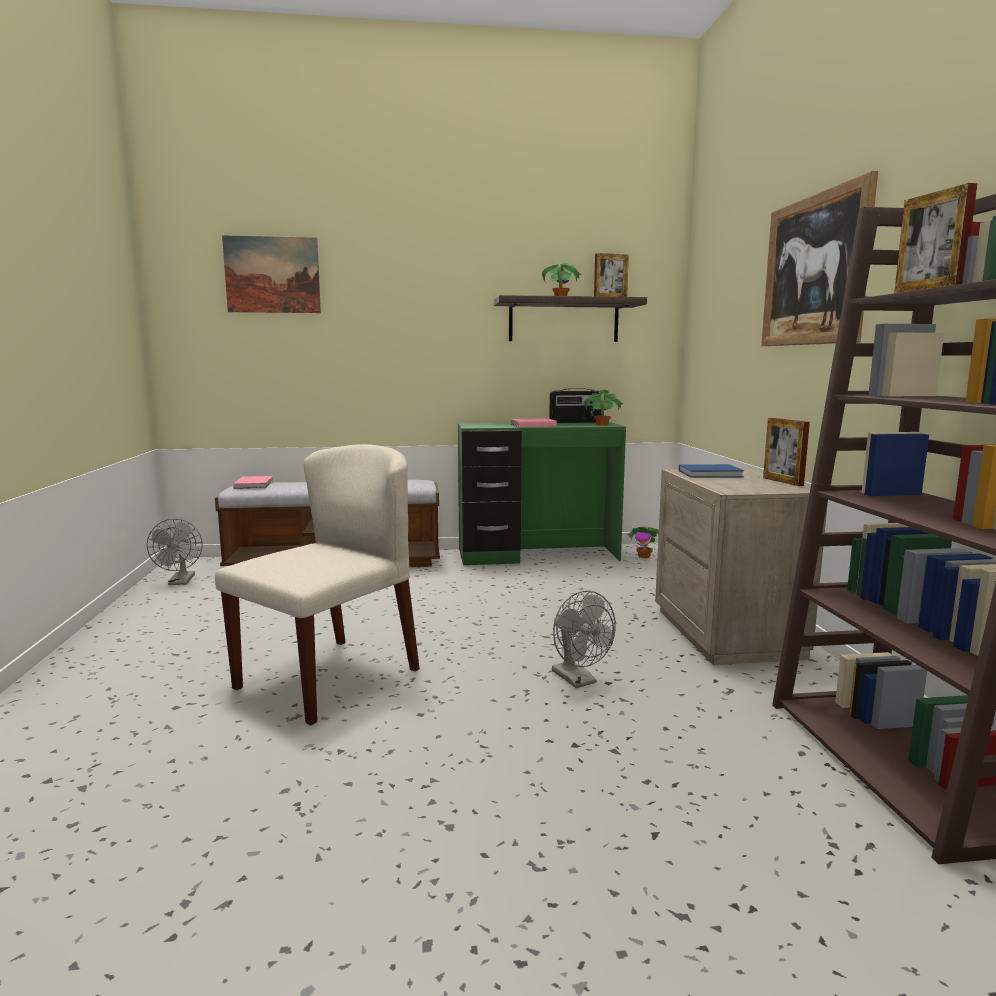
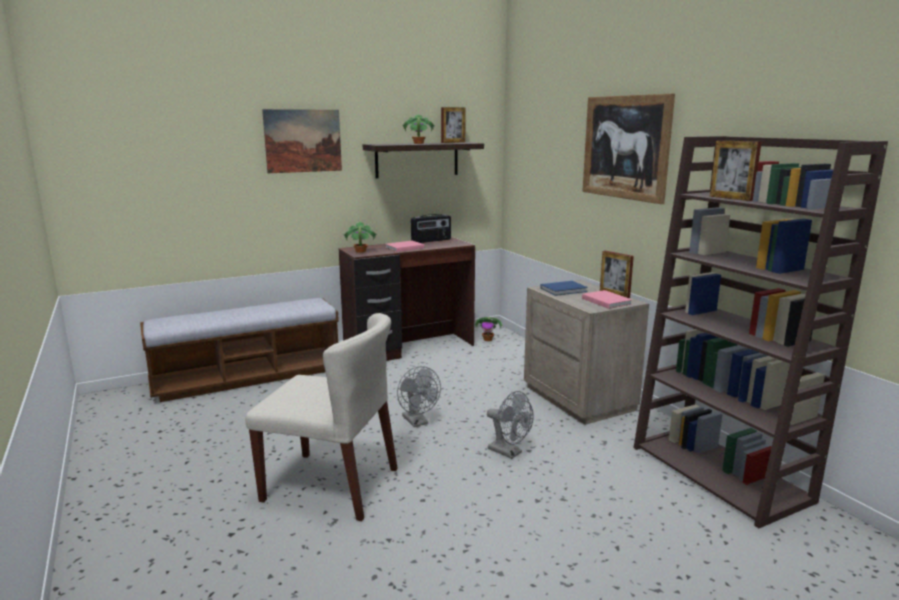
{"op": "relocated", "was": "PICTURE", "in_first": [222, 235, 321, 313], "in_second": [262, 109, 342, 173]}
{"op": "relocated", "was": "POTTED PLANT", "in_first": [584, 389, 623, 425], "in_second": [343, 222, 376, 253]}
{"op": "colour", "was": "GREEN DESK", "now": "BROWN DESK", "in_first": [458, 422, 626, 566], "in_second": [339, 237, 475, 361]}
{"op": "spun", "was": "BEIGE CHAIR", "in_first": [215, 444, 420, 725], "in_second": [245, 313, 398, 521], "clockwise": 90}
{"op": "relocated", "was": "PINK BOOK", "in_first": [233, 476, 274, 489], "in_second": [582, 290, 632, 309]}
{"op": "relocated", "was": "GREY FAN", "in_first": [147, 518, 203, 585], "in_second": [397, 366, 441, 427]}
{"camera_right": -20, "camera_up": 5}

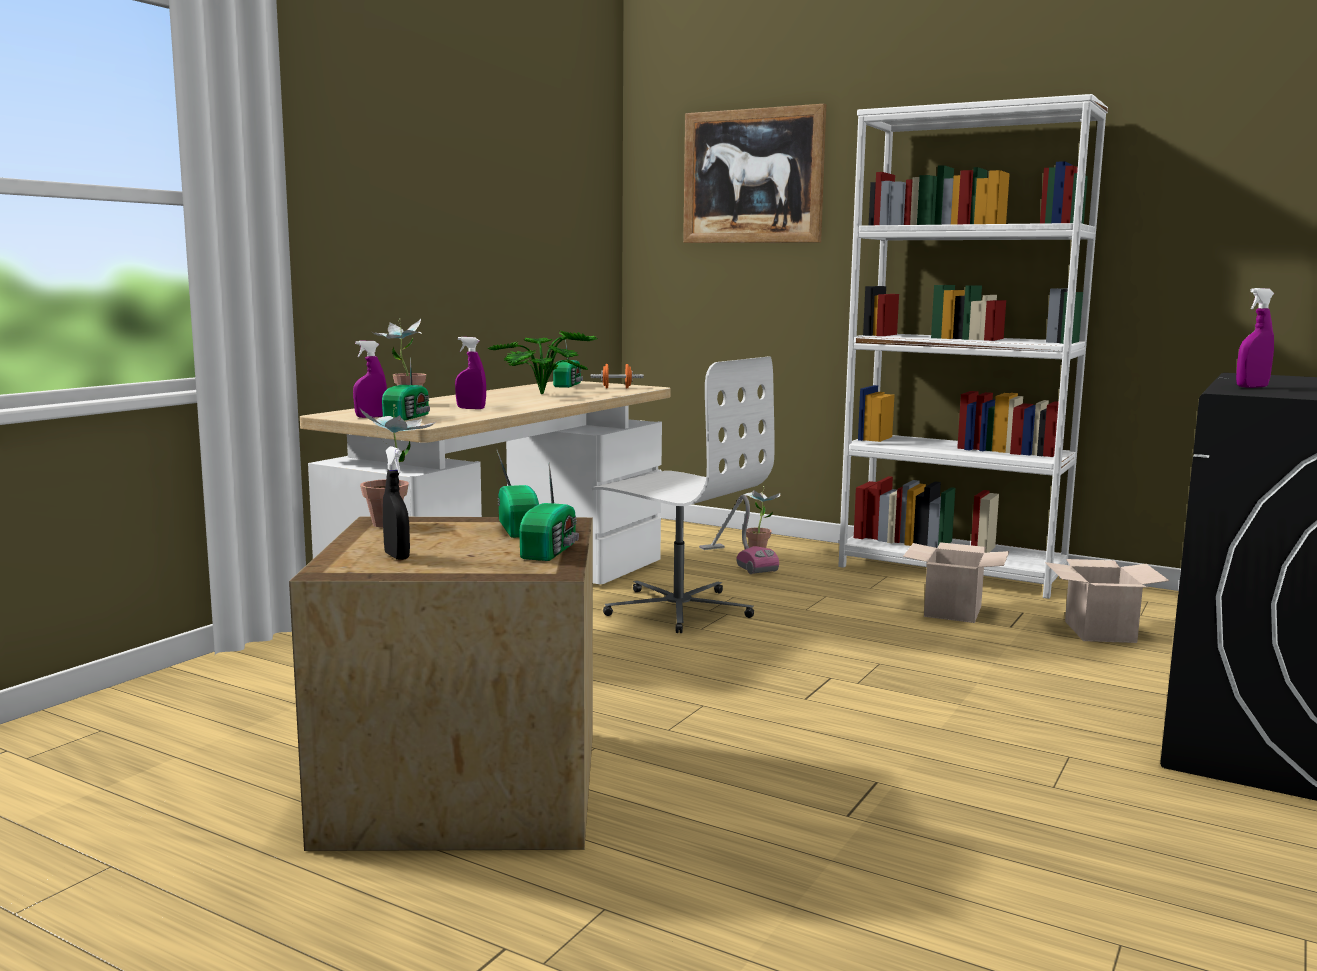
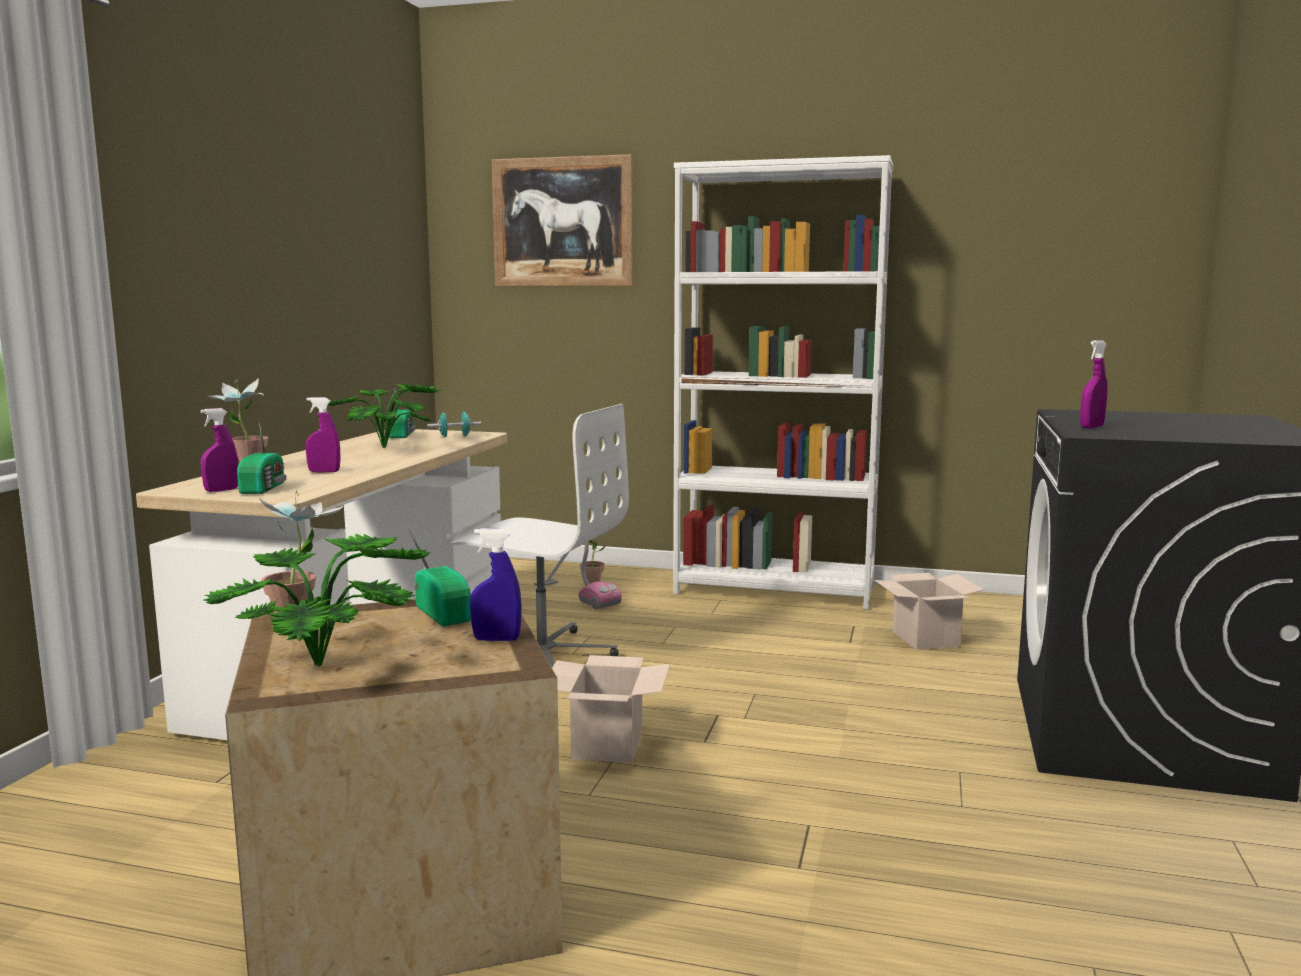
{"op": "colour", "was": "ORANGE DUMBBELL", "now": "TURQUOISE DUMBBELL", "in_first": [590, 364, 644, 388], "in_second": [427, 412, 481, 437]}
{"op": "exchanged", "was": "BLACK SPRAY BOTTLE", "now": "POTTED PLANT", "in_first": [383, 446, 410, 560], "in_second": [204, 534, 429, 667]}
{"op": "exchanged", "was": "RADIO", "now": "BLUE SPRAY BOTTLE", "in_first": [519, 463, 579, 561], "in_second": [470, 528, 521, 641]}
{"op": "relocated", "was": "CARDBOARD BOX", "in_first": [903, 542, 1009, 623], "in_second": [552, 655, 670, 763]}
{"camera_right": -15, "camera_up": 0}

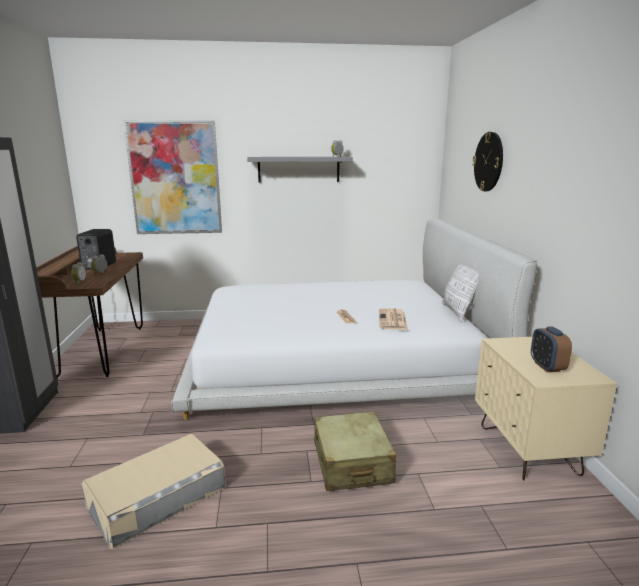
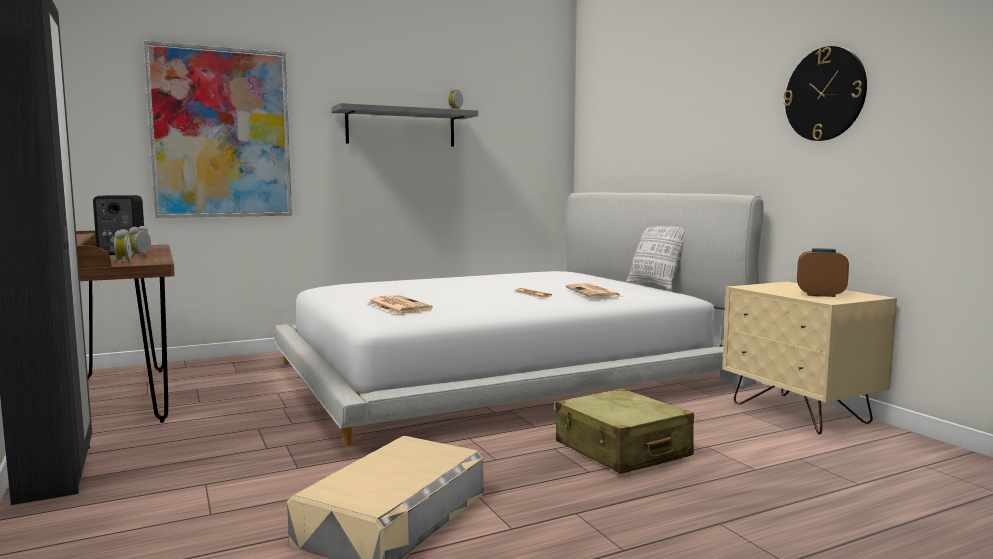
{"op": "relocated", "was": "WALL CLOCK", "in_first": [472, 132, 503, 191], "in_second": [783, 46, 867, 141]}
{"op": "spun", "was": "ALARM CLOCK", "in_first": [531, 326, 572, 372], "in_second": [797, 248, 849, 297], "clockwise": 135}
{"op": "appeared", "now": "NEWSPAPER", "in_second": [367, 295, 433, 314]}
{"camera_right": -20, "camera_up": -10}

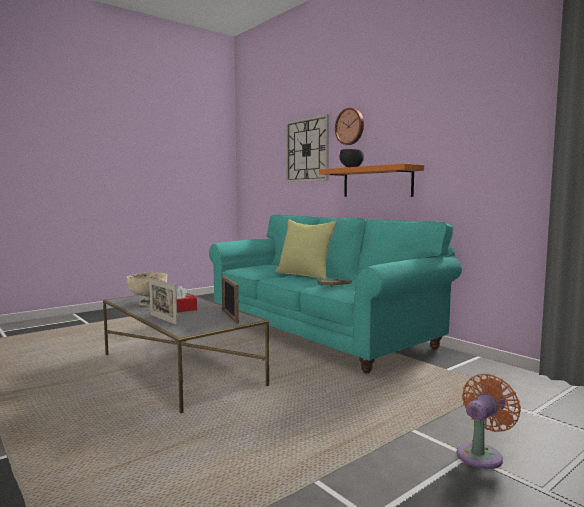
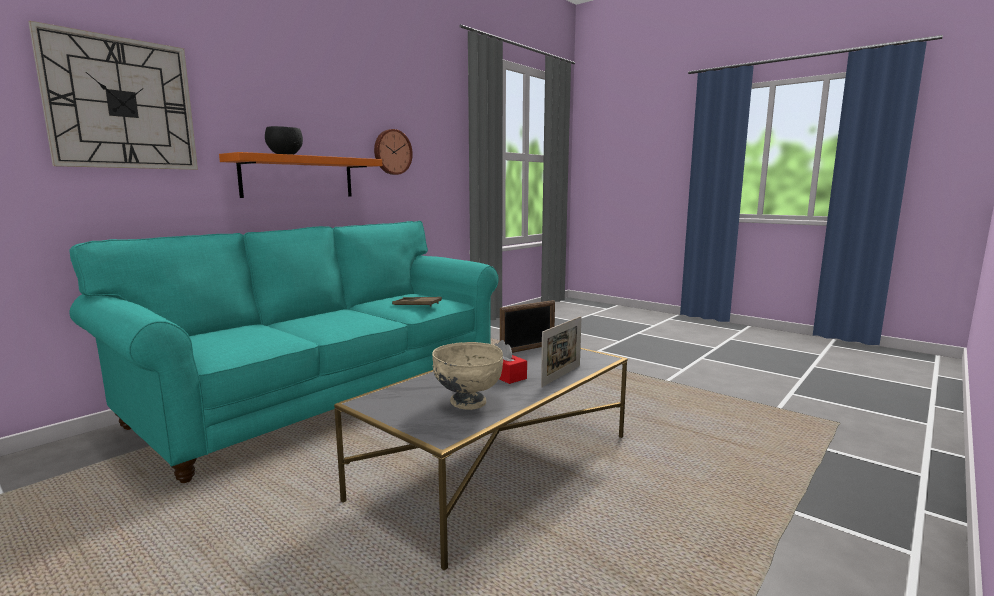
{"op": "relocated", "was": "WALL CLOCK", "in_first": [335, 108, 364, 145], "in_second": [374, 129, 413, 175]}
{"op": "missing", "was": "YELLOW PILLOW", "in_first": [275, 219, 337, 280]}
{"op": "missing", "was": "ORANGE FAN", "in_first": [457, 373, 521, 469]}
{"camera_right": -100, "camera_up": 5}

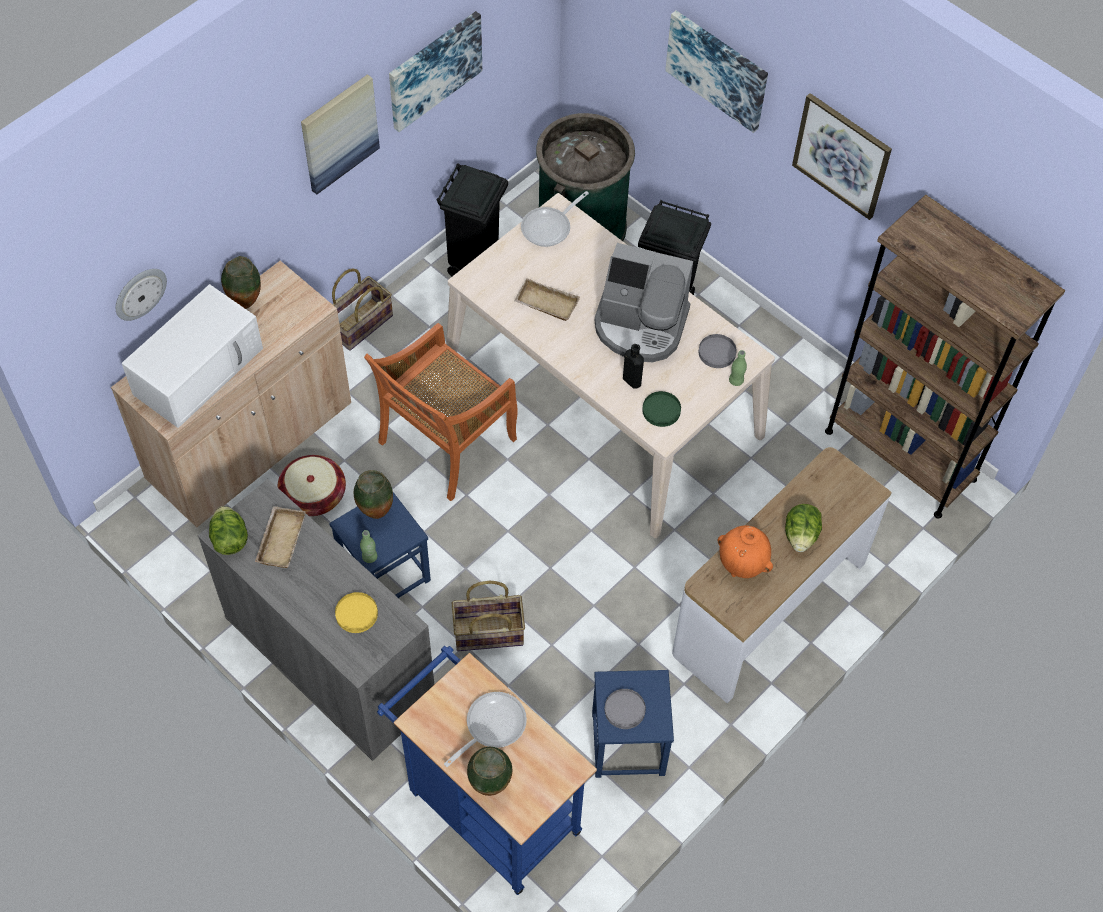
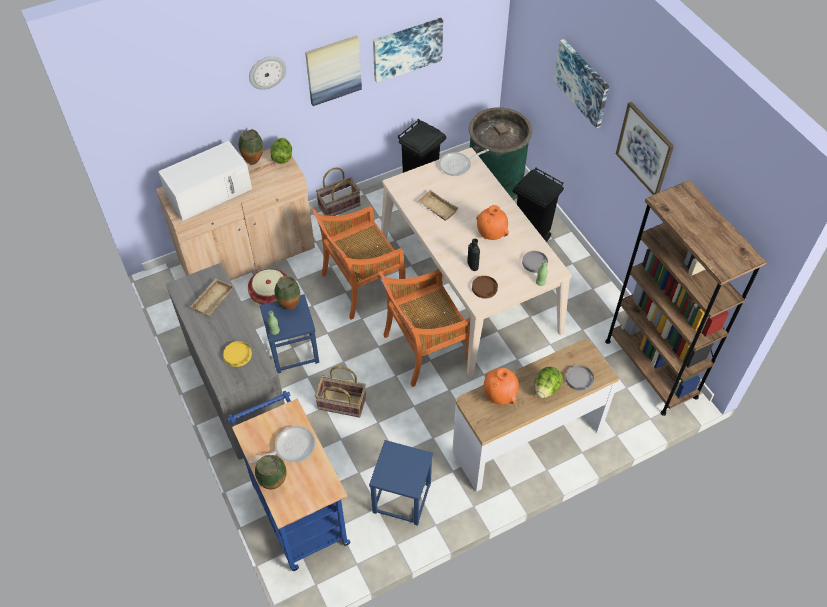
{"op": "exchanged", "was": "COFFEE MACHINE", "now": "ORANGE VASE", "in_first": [595, 243, 693, 362], "in_second": [476, 205, 509, 240]}
{"op": "relocated", "was": "WALL CLOCK", "in_first": [116, 269, 167, 321], "in_second": [249, 56, 286, 90]}
{"op": "colour", "was": "GREEN PLATE", "now": "BROWN PLATE", "in_first": [642, 391, 681, 427], "in_second": [472, 276, 498, 298]}
{"op": "relocated", "was": "LETTUCE", "in_first": [209, 506, 248, 555], "in_second": [270, 138, 292, 164]}
{"op": "relocated", "was": "GREY PLATE", "in_first": [605, 689, 646, 729], "in_second": [566, 365, 594, 391]}
{"op": "appeared", "now": "ORANGE CHAIR", "in_second": [378, 270, 470, 387]}
{"camera_right": 20, "camera_up": -5}

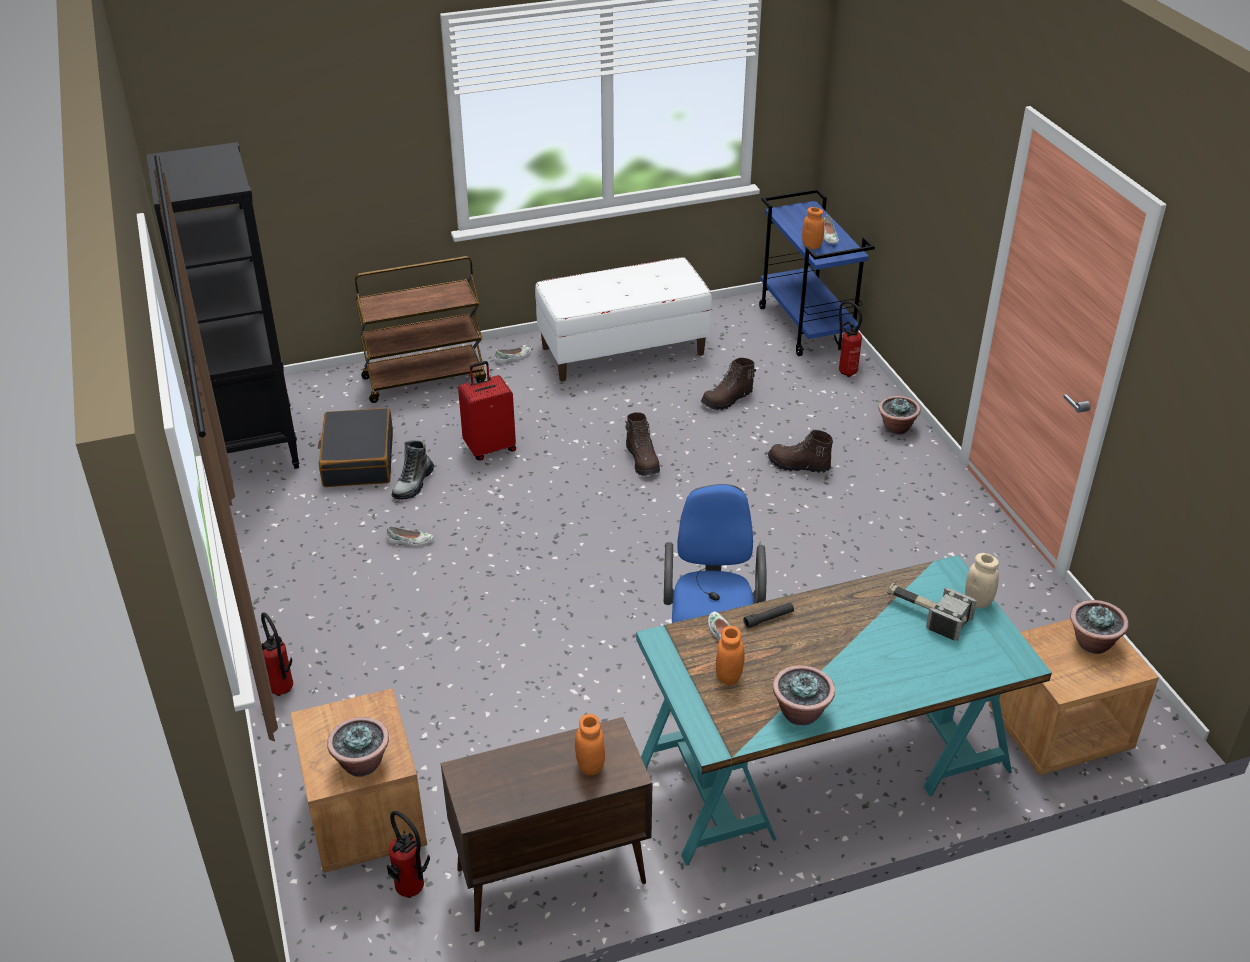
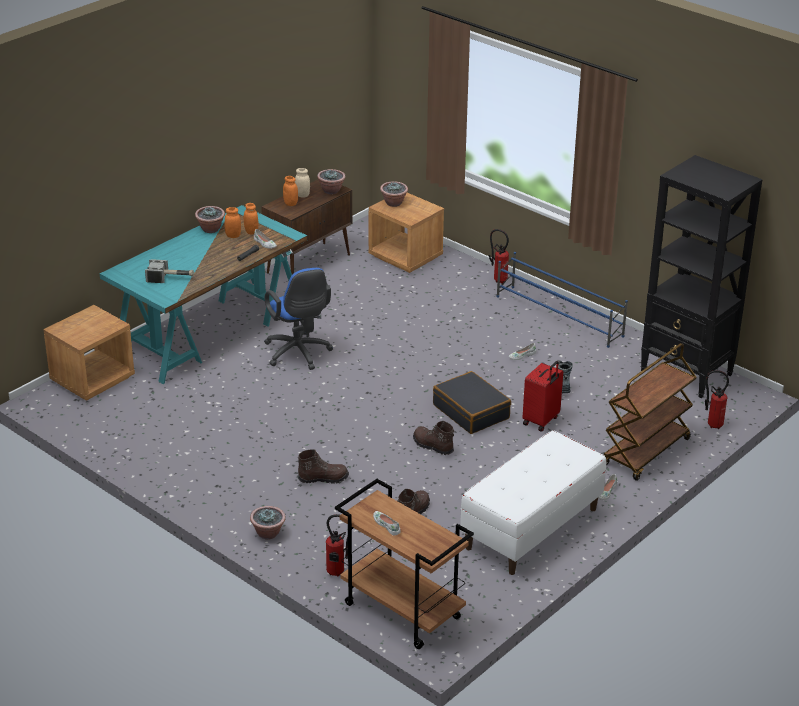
{"op": "colour", "was": "BLUE CART", "now": "BROWN CART", "in_first": [759, 189, 875, 356], "in_second": [335, 479, 474, 649]}
{"op": "relocated", "was": "ORANGE JAR", "in_first": [802, 207, 824, 249], "in_second": [224, 207, 241, 238]}
{"op": "relocated", "was": "BLACK SUITCASE", "in_first": [318, 408, 393, 487], "in_second": [433, 371, 511, 434]}
{"op": "relocated", "was": "BEIGE JAR", "in_first": [965, 553, 999, 608], "in_second": [295, 168, 310, 198]}
{"op": "relocated", "was": "POTTED PLANT", "in_first": [1070, 600, 1129, 654], "in_second": [317, 169, 346, 195]}
{"op": "relocated", "was": "FIRE EXTINGUISHER", "in_first": [387, 811, 430, 898], "in_second": [705, 370, 729, 429]}
{"op": "appeared", "now": "BLUE SHOE RACK", "in_second": [497, 252, 628, 348]}
{"camera_right": 150, "camera_up": -5}

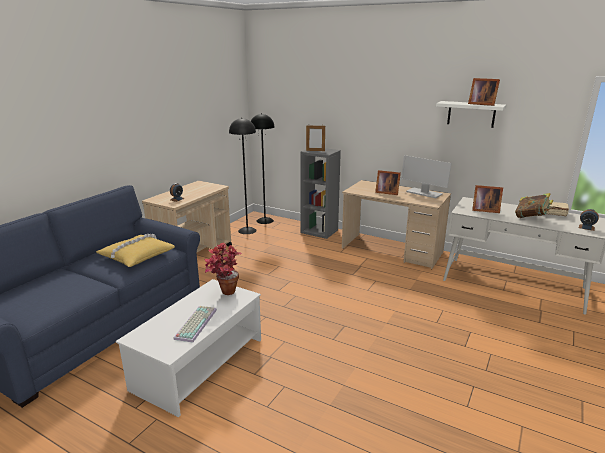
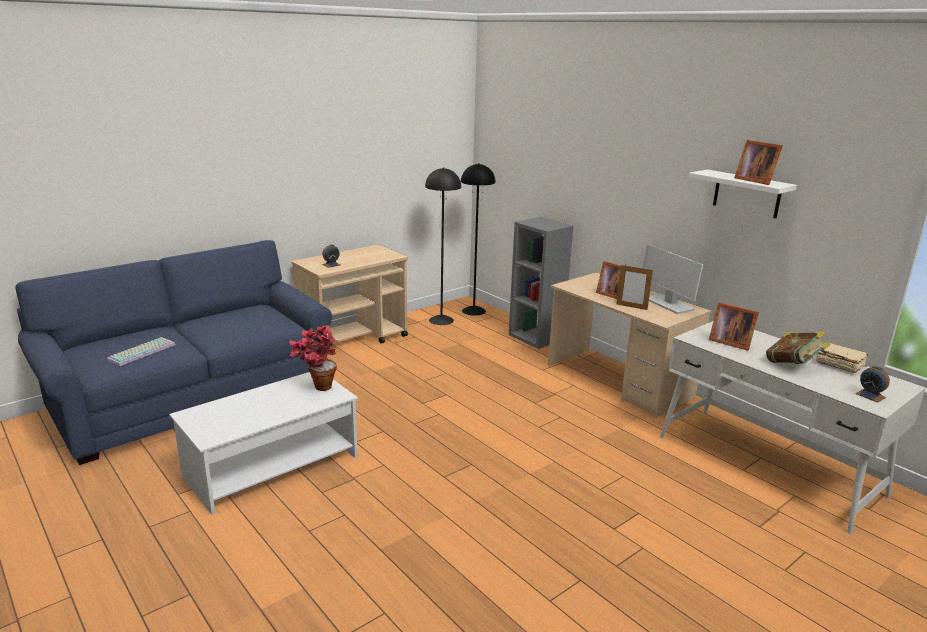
{"op": "relocated", "was": "PICTURE FRAME", "in_first": [306, 125, 325, 151], "in_second": [617, 265, 653, 310]}
{"op": "missing", "was": "YELLOW PILLOW", "in_first": [96, 234, 175, 267]}
{"op": "relocated", "was": "KEYBOARD", "in_first": [173, 306, 217, 343], "in_second": [107, 337, 176, 366]}
{"camera_right": 20, "camera_up": 0}

